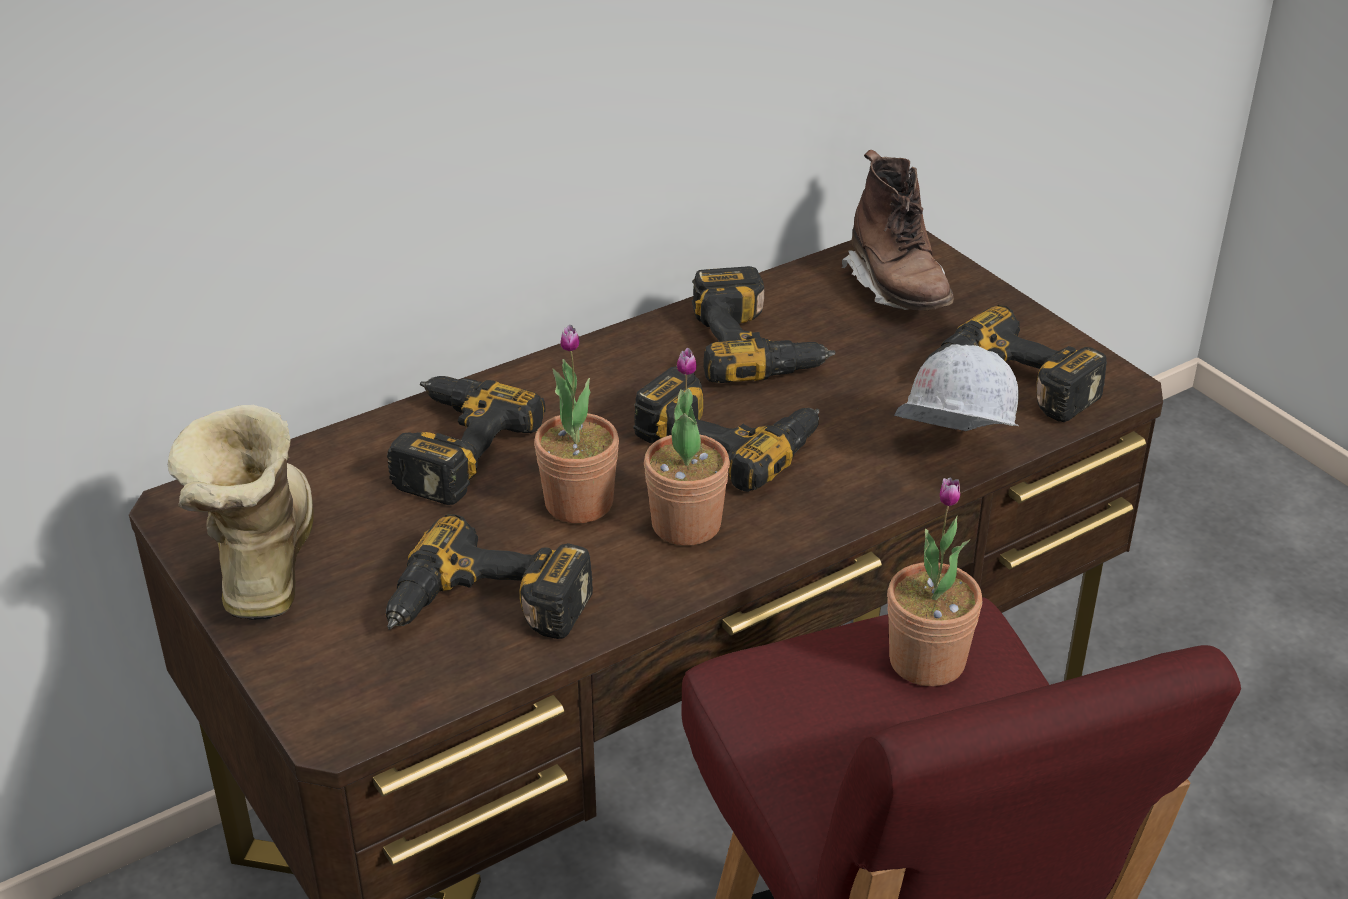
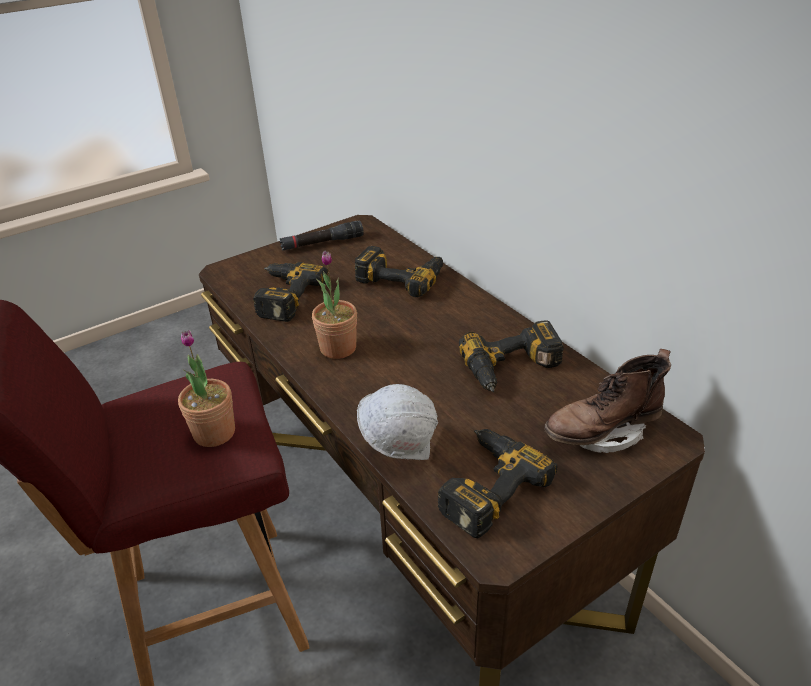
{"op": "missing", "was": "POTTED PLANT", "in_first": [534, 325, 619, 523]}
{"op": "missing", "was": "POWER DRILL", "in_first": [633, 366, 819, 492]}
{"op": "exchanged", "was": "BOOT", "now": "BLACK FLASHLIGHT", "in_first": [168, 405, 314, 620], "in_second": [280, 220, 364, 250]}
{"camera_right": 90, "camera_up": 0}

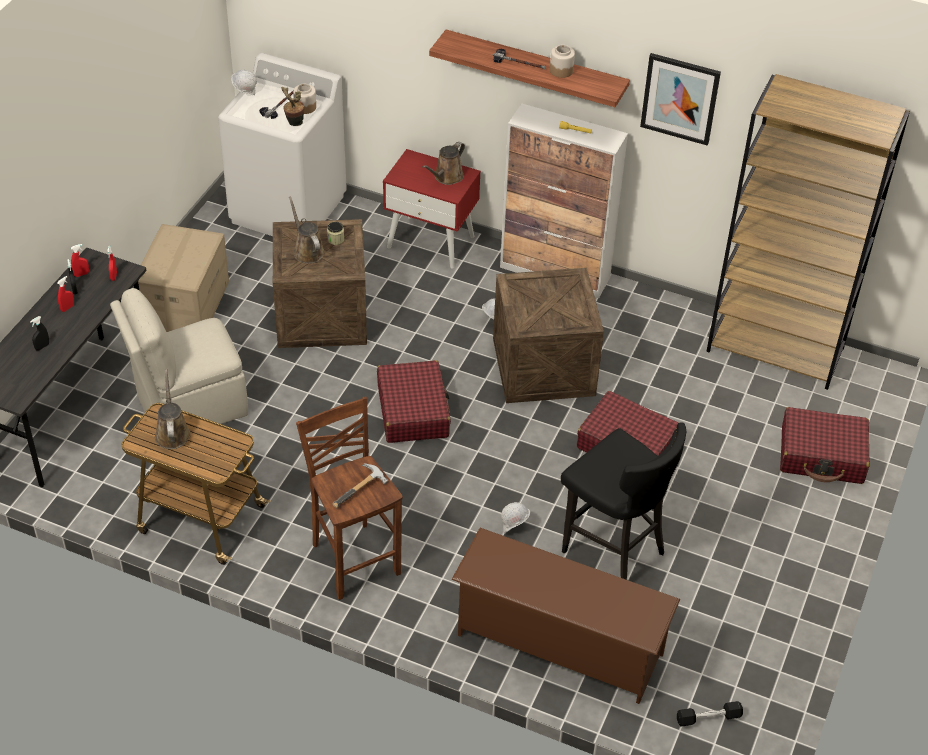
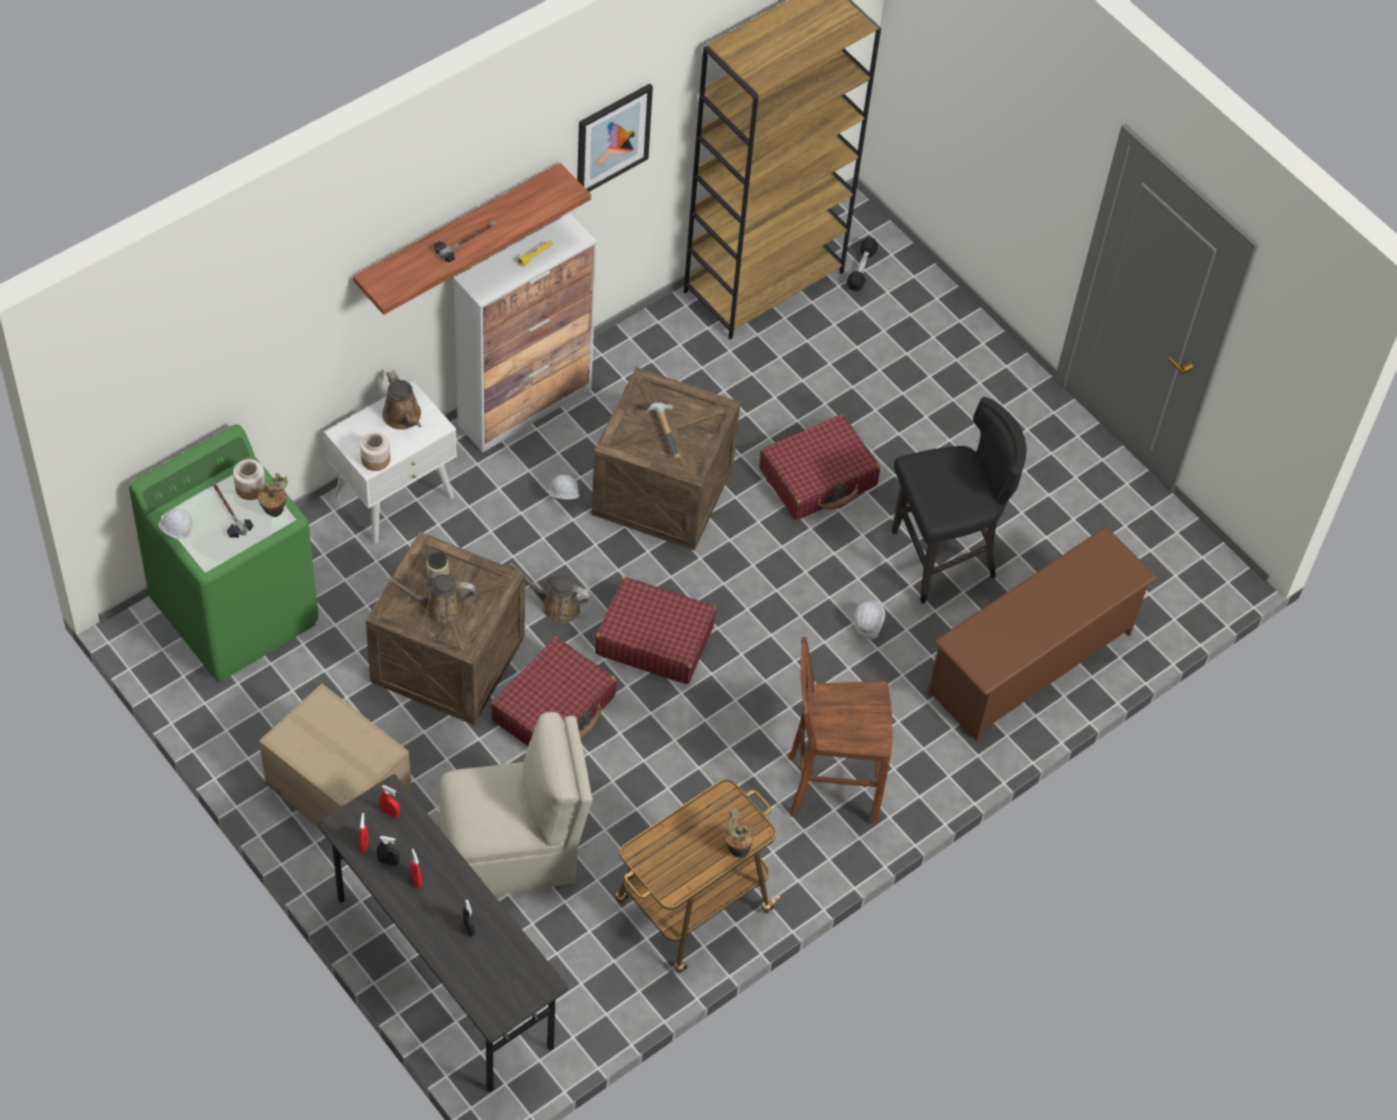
{"op": "relocated", "was": "JAR", "in_first": [550, 45, 575, 78], "in_second": [360, 432, 390, 471]}
{"op": "colour", "was": "WHITE WASHING MACHINE", "now": "GREEN WASHING MACHINE", "in_first": [218, 53, 347, 236], "in_second": [129, 424, 319, 682]}
{"op": "colour", "was": "RED NIGHTSTAND", "now": "WHITE NIGHTSTAND", "in_first": [383, 149, 481, 268], "in_second": [324, 381, 457, 544]}
{"op": "spun", "was": "BEIGE CHAIR", "in_first": [110, 288, 248, 424], "in_second": [440, 712, 593, 896], "clockwise": -105}
{"op": "relocated", "was": "BROWN WATERING CAN", "in_first": [155, 369, 191, 449], "in_second": [509, 562, 591, 623]}
{"op": "relocated", "was": "RED SUITCASE", "in_first": [780, 407, 870, 484], "in_second": [491, 637, 616, 746]}
{"op": "relocated", "was": "HAMMER", "in_first": [332, 463, 388, 508], "in_second": [645, 403, 681, 458]}
{"op": "relocated", "was": "BLACK DUMBBELL", "in_first": [677, 701, 743, 727], "in_second": [846, 237, 878, 292]}
{"op": "appeared", "now": "POTTED PLANT", "in_second": [725, 808, 754, 858]}
{"camera_right": -65, "camera_up": 10}

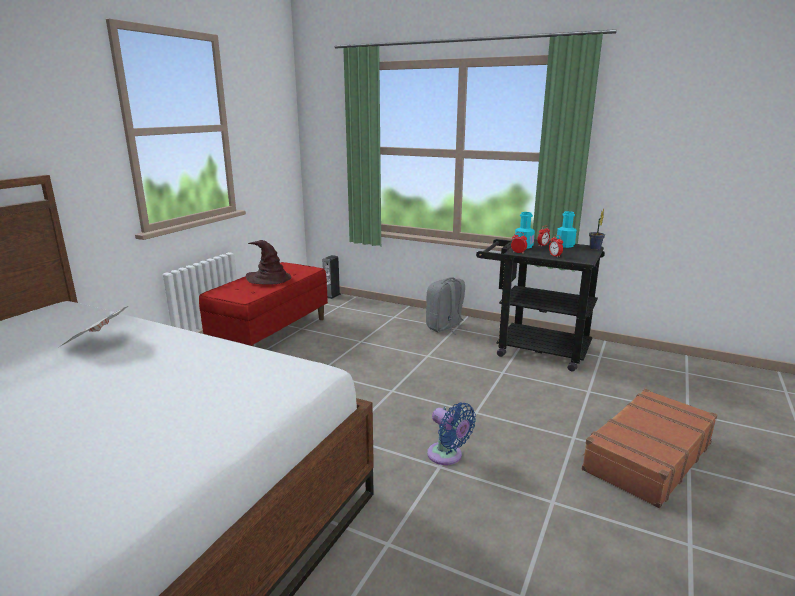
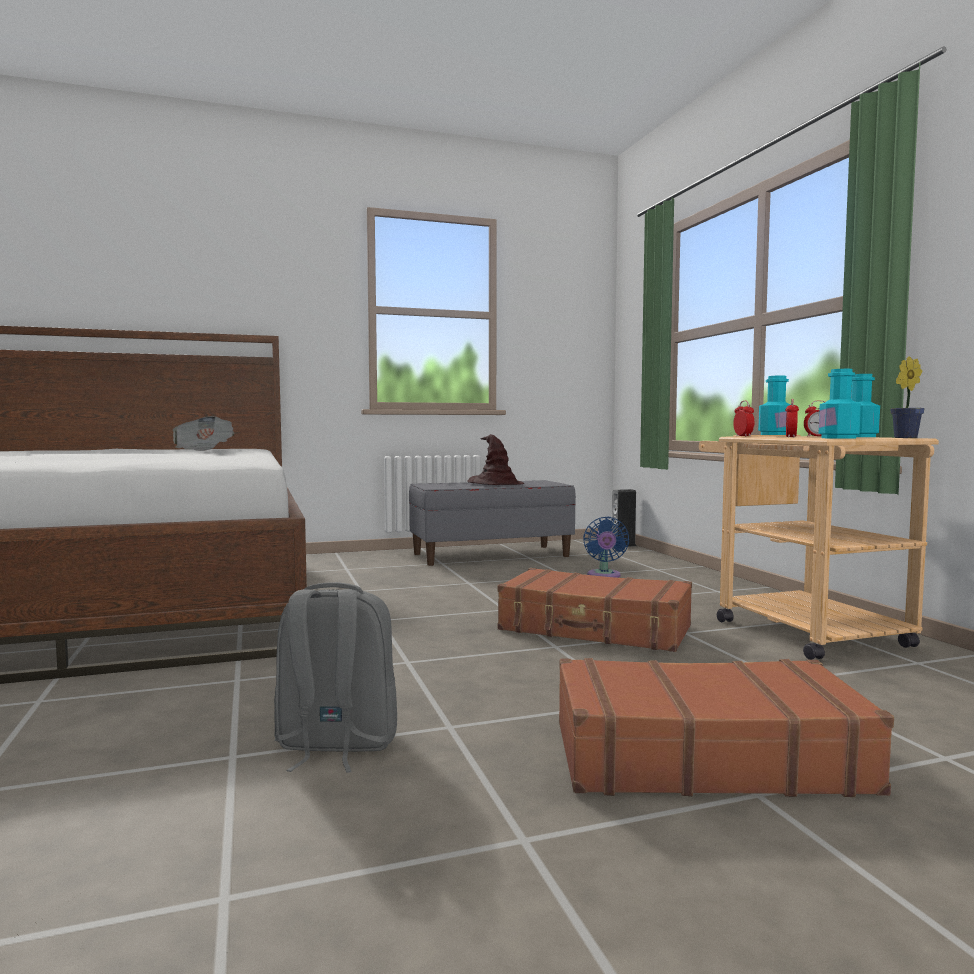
{"op": "colour", "was": "BLACK CART", "now": "BEIGE CART", "in_first": [476, 239, 605, 372], "in_second": [699, 435, 939, 660]}
{"op": "colour", "was": "RED BENCH", "now": "GREY BENCH", "in_first": [199, 262, 328, 347], "in_second": [409, 480, 576, 566]}
{"op": "relocated", "was": "GREY BACKPACK", "in_first": [426, 277, 468, 335], "in_second": [274, 582, 397, 773]}
{"op": "relocated", "was": "BLUE FAN", "in_first": [427, 403, 476, 465], "in_second": [583, 517, 629, 578]}
{"op": "appeared", "now": "TURQUOISE BOTTLE", "in_second": [819, 369, 861, 439]}
{"op": "appeared", "now": "BROWN SUITCASE", "in_second": [498, 568, 692, 652]}
{"camera_right": 45, "camera_up": -15}

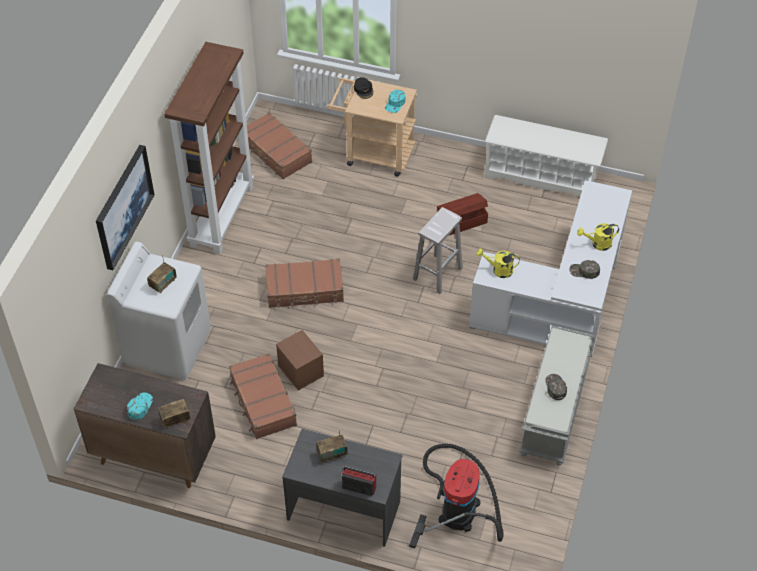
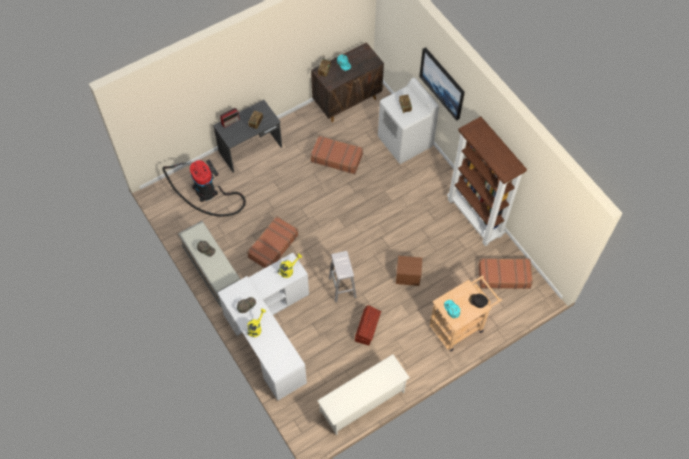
{"op": "relocated", "was": "BROWN SUITCASE", "in_first": [265, 258, 344, 308], "in_second": [247, 216, 298, 268]}
{"op": "relocated", "was": "BROWN STORAGE BOX", "in_first": [276, 330, 324, 391], "in_second": [396, 256, 422, 286]}
{"camera_right": 130, "camera_up": 10}

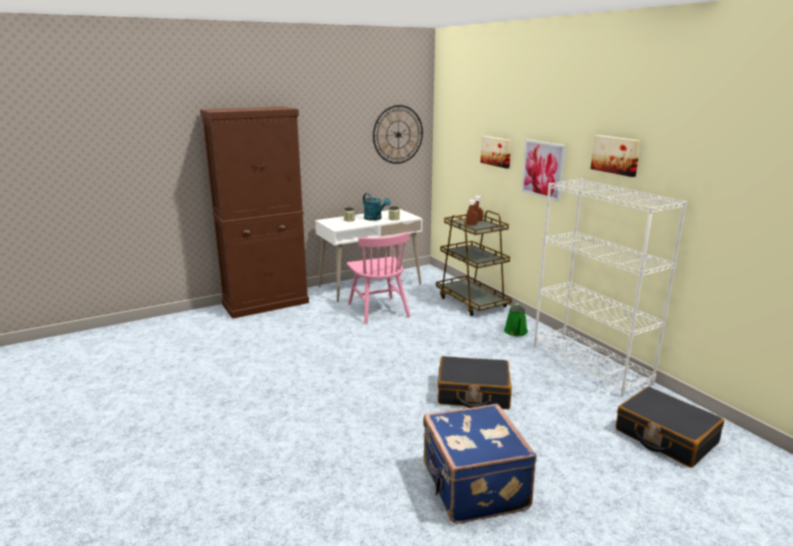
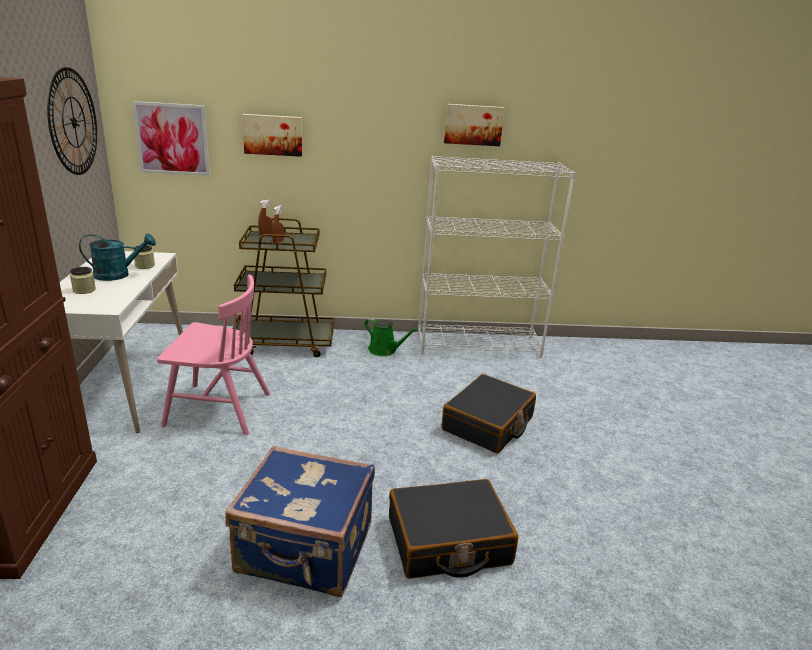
{"op": "relocated", "was": "PICTURE", "in_first": [521, 139, 566, 202], "in_second": [132, 101, 210, 176]}
{"op": "relocated", "was": "BLACK SUITCASE", "in_first": [616, 386, 724, 468], "in_second": [389, 479, 518, 579]}
{"op": "relocated", "was": "BLUE SUITCASE", "in_first": [423, 404, 537, 524], "in_second": [225, 446, 375, 597]}
{"camera_right": -65, "camera_up": 5}

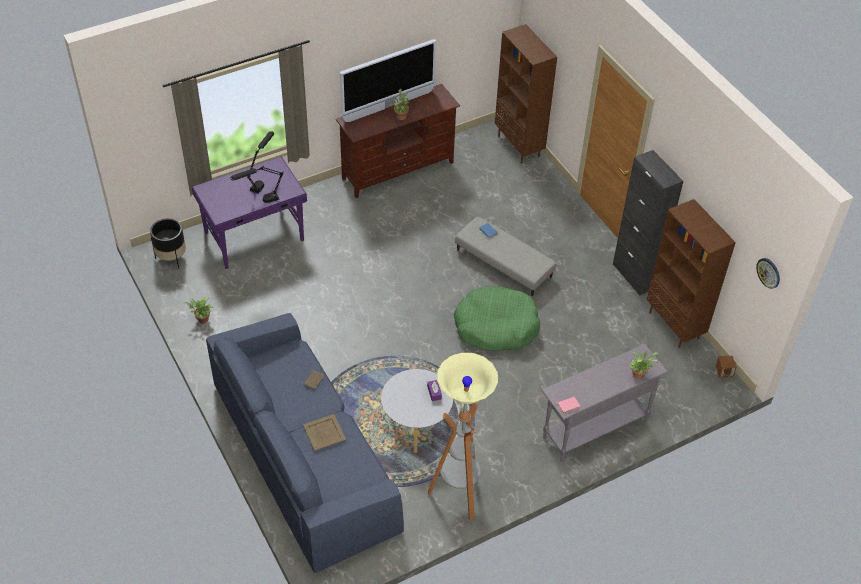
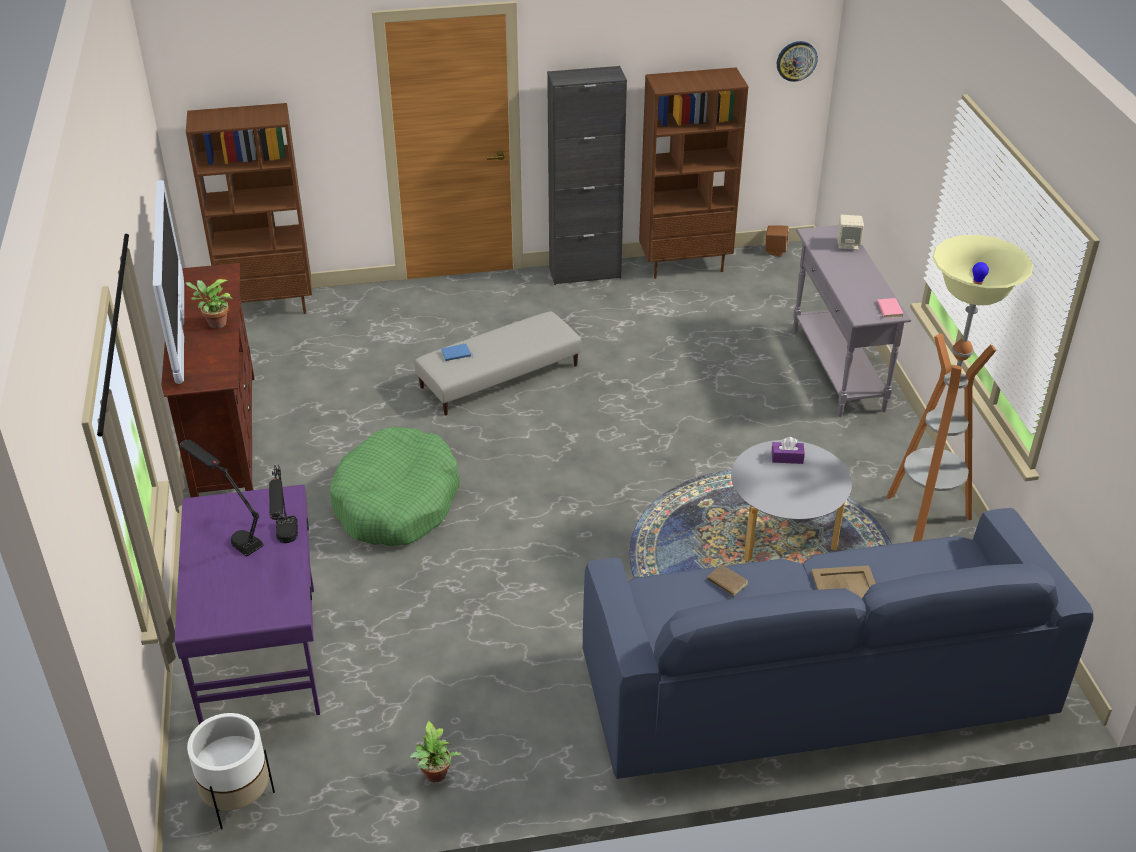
{"op": "colour", "was": "BLACK PLANTER", "now": "WHITE PLANTER", "in_first": [150, 218, 186, 269], "in_second": [187, 713, 275, 830]}
{"op": "relocated", "was": "GREEN DOG BED", "in_first": [454, 286, 540, 351], "in_second": [330, 427, 460, 546]}
{"op": "exchanged", "was": "POTTED PLANT", "now": "BEIGE SPEAKER", "in_first": [630, 351, 659, 379], "in_second": [838, 215, 864, 250]}
{"camera_right": -70, "camera_up": -10}

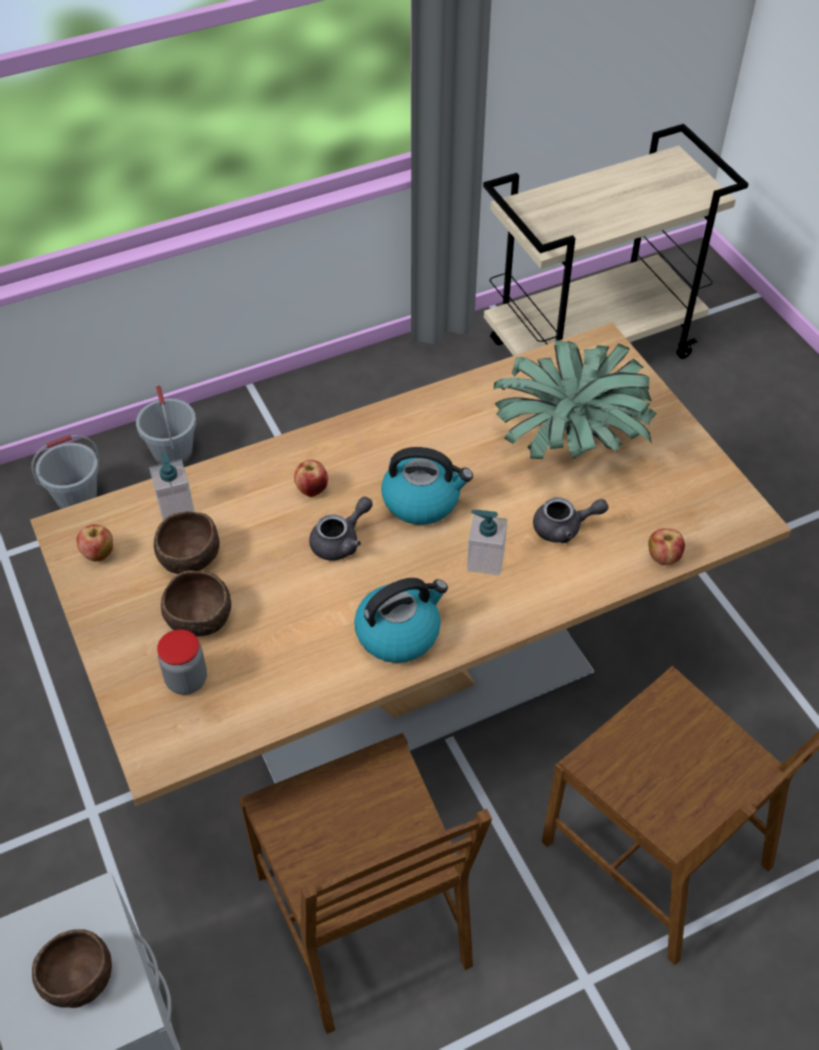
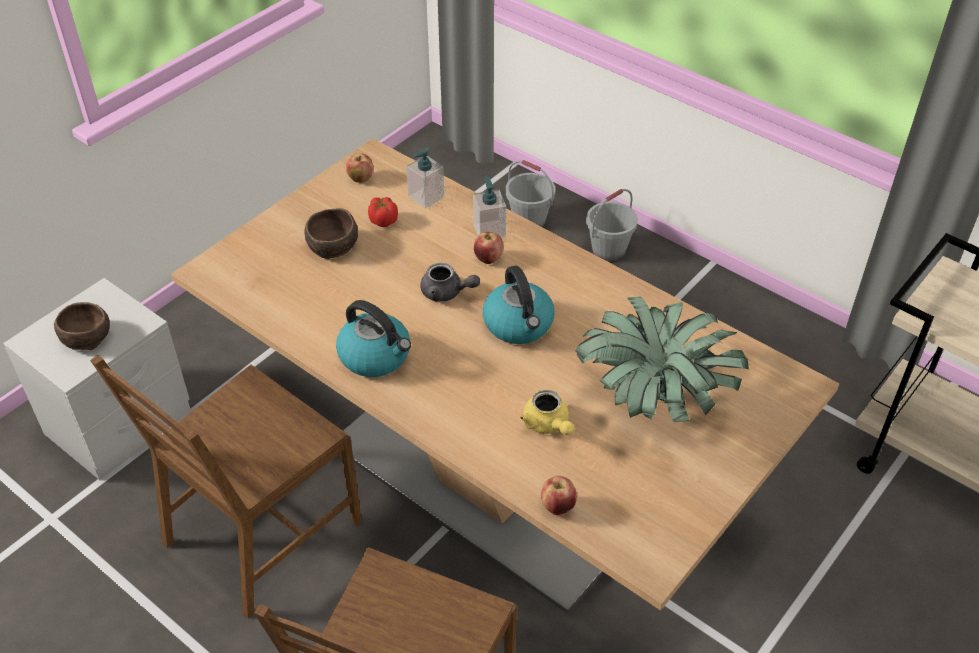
{"op": "colour", "was": "GREY TEAPOT", "now": "YELLOW TEAPOT", "in_first": [533, 497, 609, 543], "in_second": [520, 390, 575, 435]}
{"op": "relocated", "was": "SOAP DISPENSER", "in_first": [467, 510, 507, 575], "in_second": [473, 176, 506, 238]}
{"op": "exchanged", "was": "BROWN BOWL", "now": "TOMATO", "in_first": [154, 511, 220, 574], "in_second": [368, 197, 398, 227]}
{"op": "missing", "was": "JAR", "in_first": [157, 629, 207, 695]}
{"camera_right": 65, "camera_up": -5}

